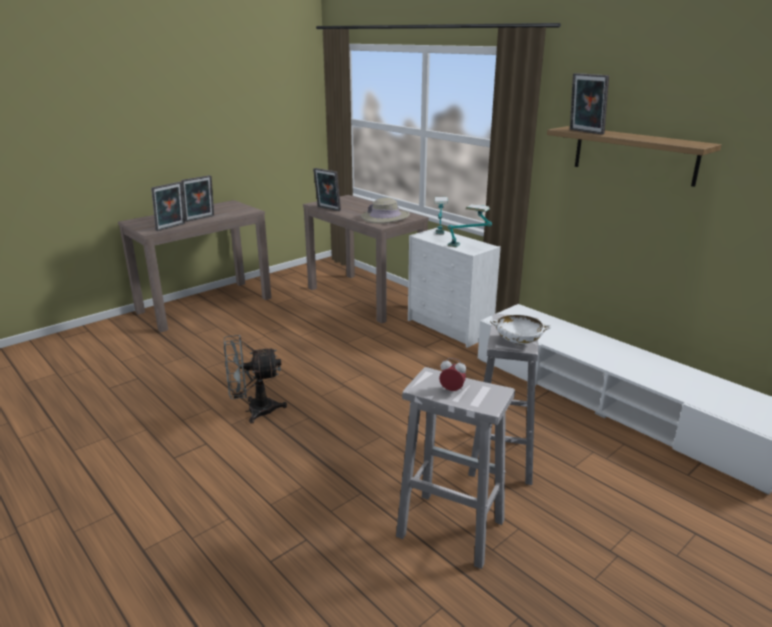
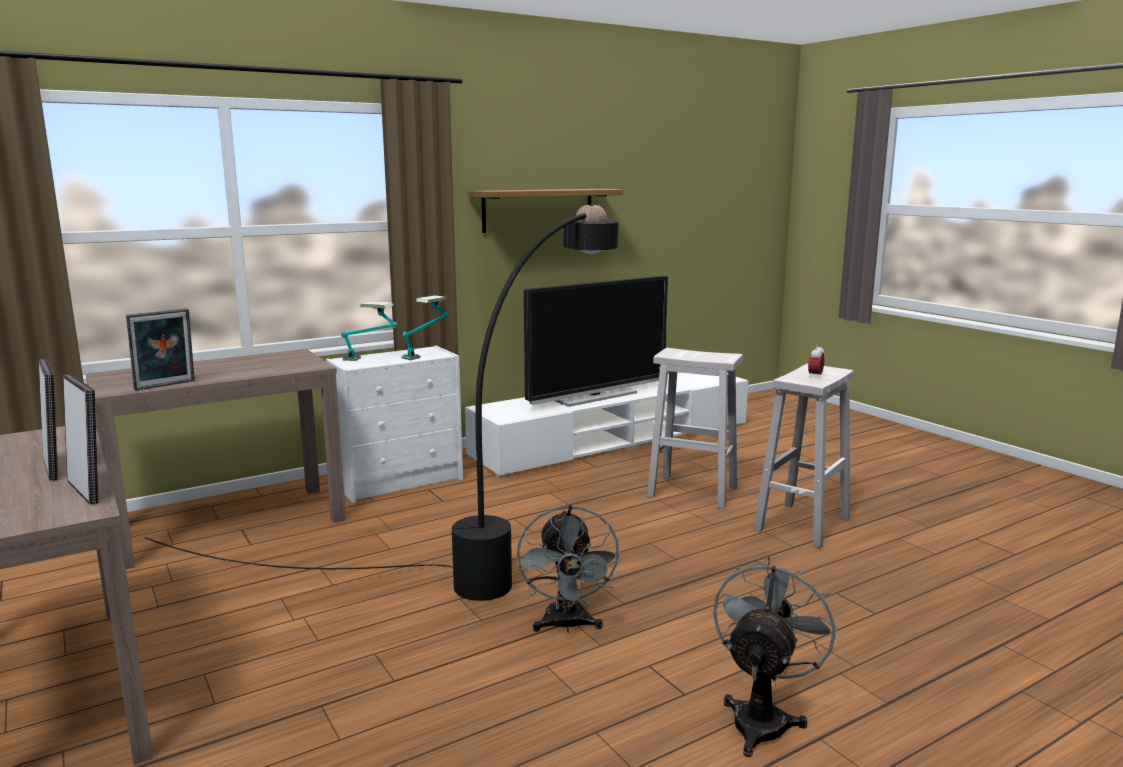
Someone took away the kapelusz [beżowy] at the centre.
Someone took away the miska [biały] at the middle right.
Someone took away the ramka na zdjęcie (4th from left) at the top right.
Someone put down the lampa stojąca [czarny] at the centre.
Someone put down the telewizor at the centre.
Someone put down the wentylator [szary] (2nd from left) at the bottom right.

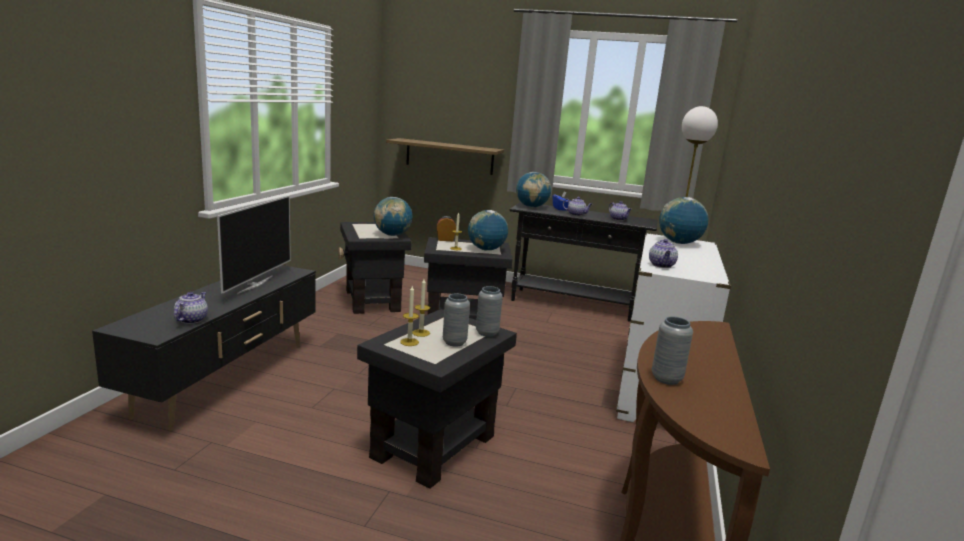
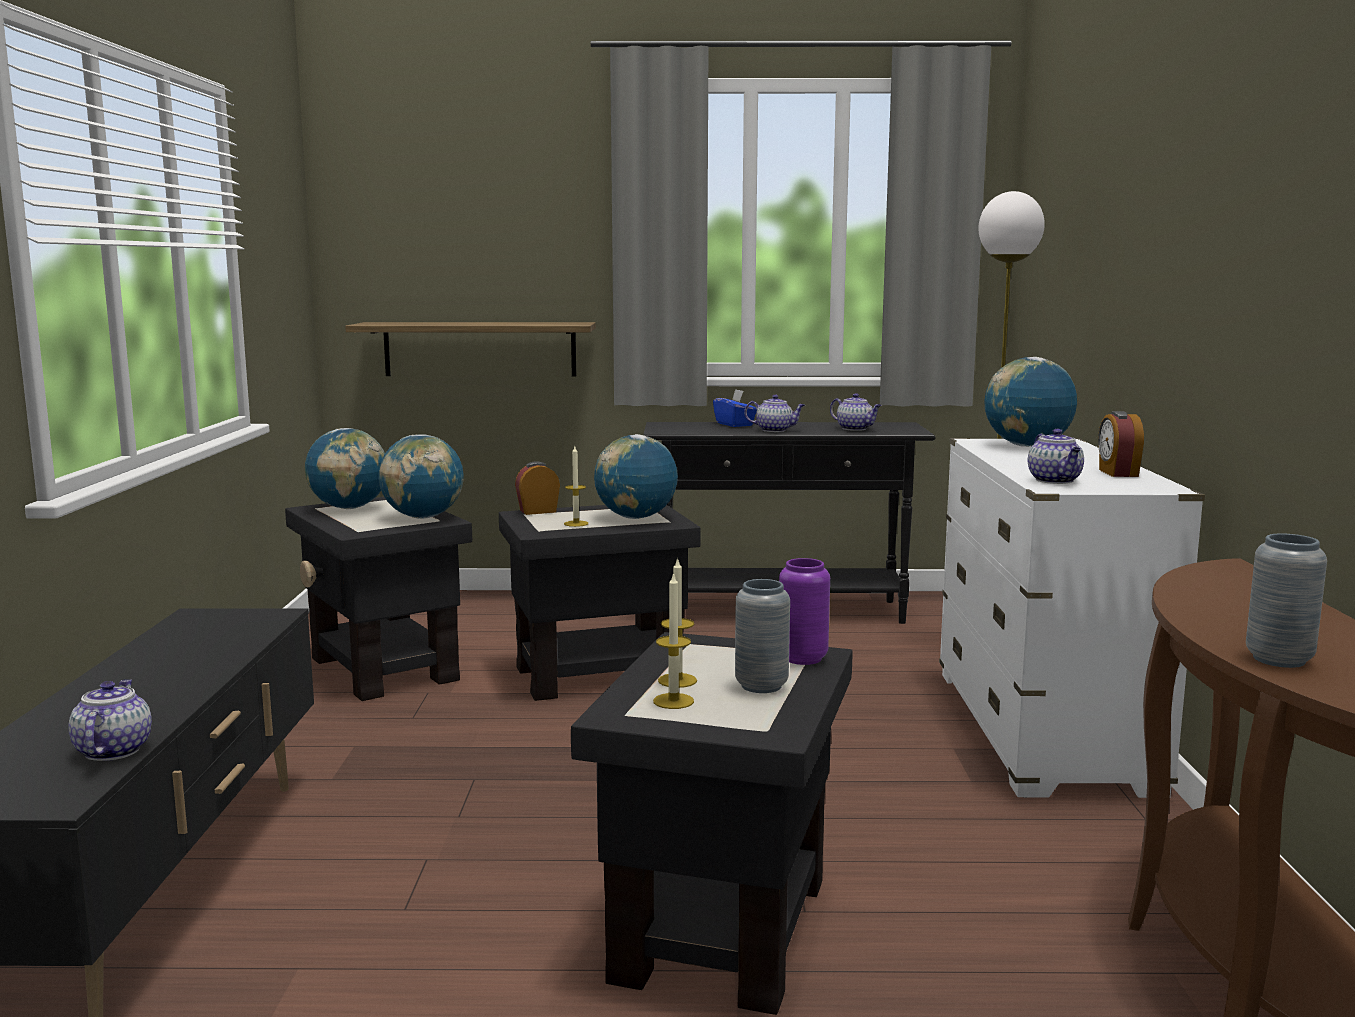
Someone took away the telewizor at the middle left.
Someone repainted the wazon [szary] (2nd from left) at the centre, which became the wazon [fioletowy] at the centre.
Someone carried the globus (3rd from left in the first image) from the centre to the middle left.
Someone put down the budzik (2nd from left) at the middle right.

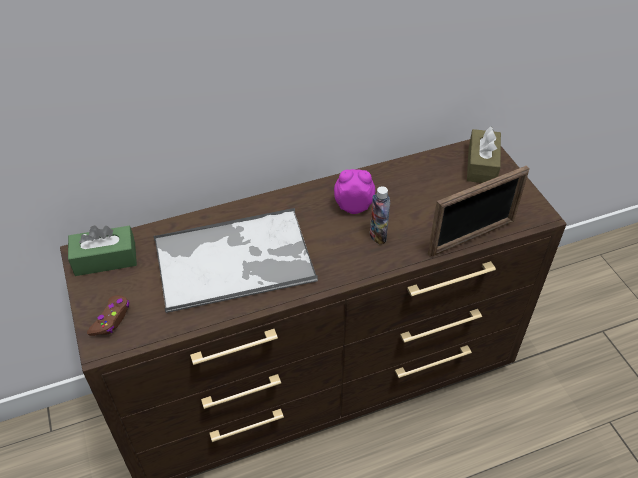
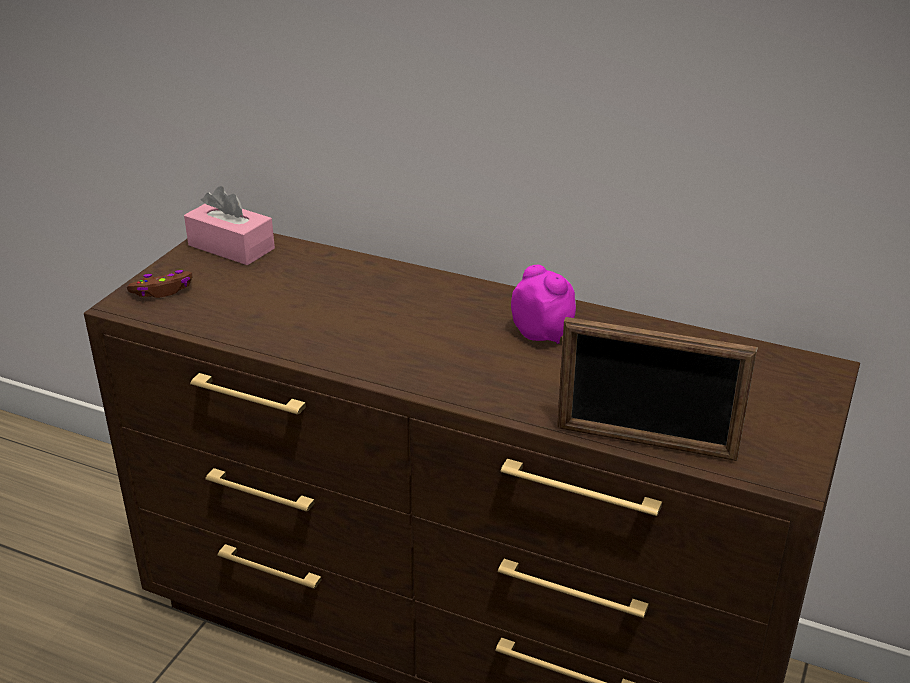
Someone repainted the pudełko chusteczek [zielony] at the middle left, which became the pudełko chusteczek [różowy] at the top left.
Someone took away the taca at the centre.
Someone took away the butelka at the centre.
Someone took away the pudełko chusteczek [brązowy] at the top right.

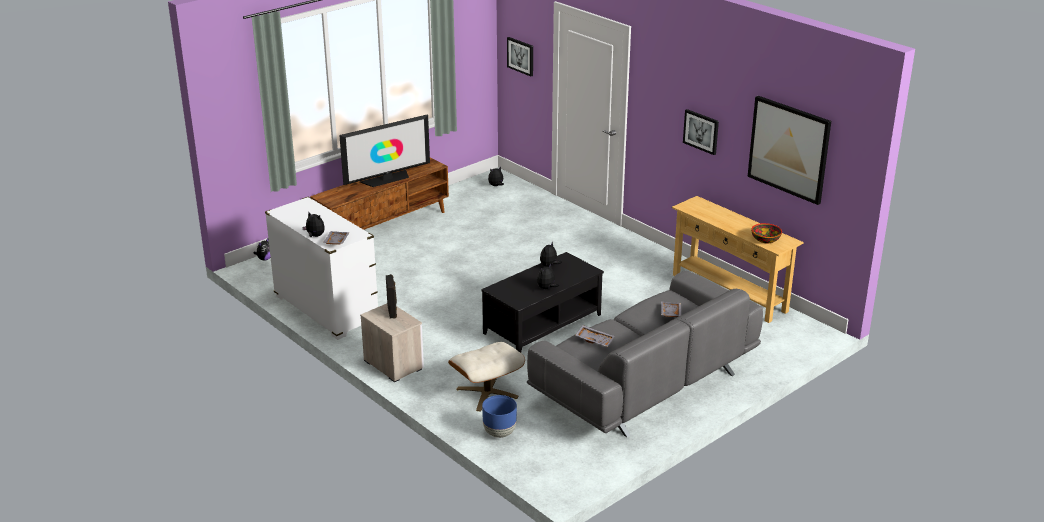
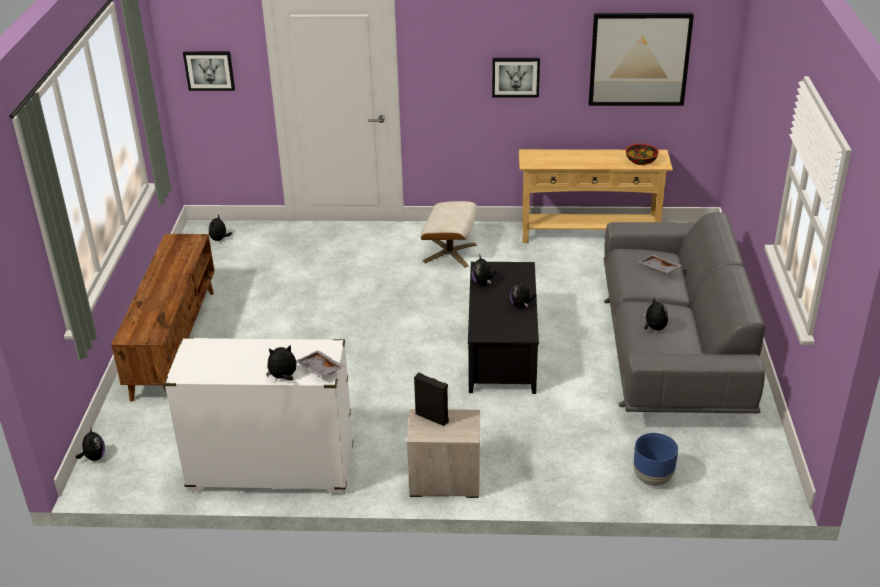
Someone took away the telewizor at the top centre.
Someone carried the pufa [beżowy] from the bottom centre to the centre.
Someone swapped the taca [szary] (2nd from left) at the centre for the pluszak (6th from left) at the middle right.

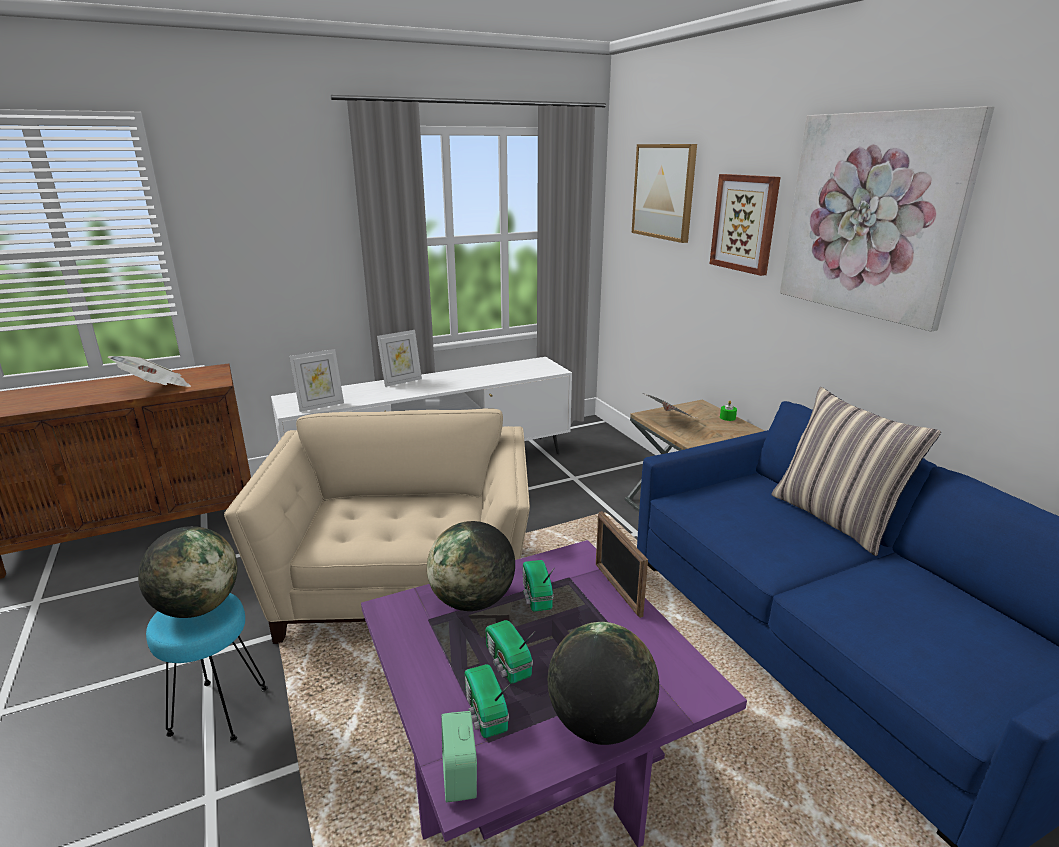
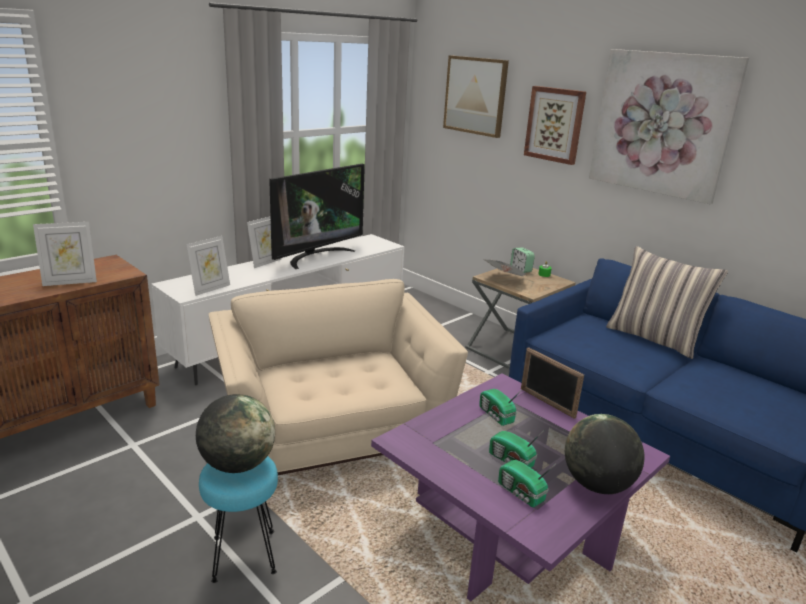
Someone swapped the gazeta (1st from left) at the middle left for the ramka na zdjęcie (1st from left) at the middle left.
Someone took away the globus (2nd from left) at the bottom centre.
Someone carried the budzik from the bottom centre to the centre.
Someone put down the telewizor at the centre.

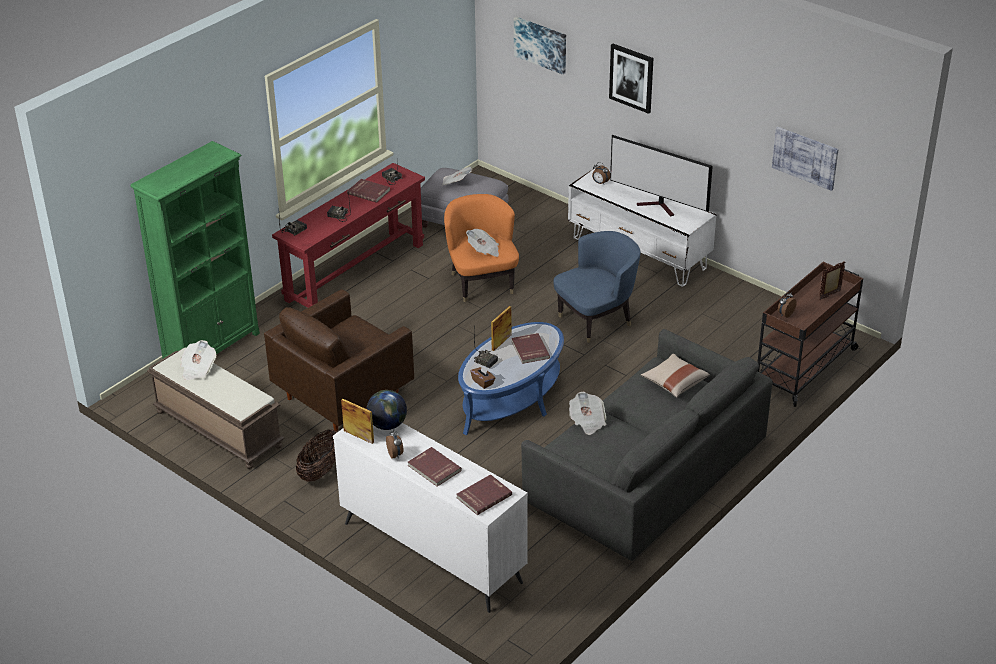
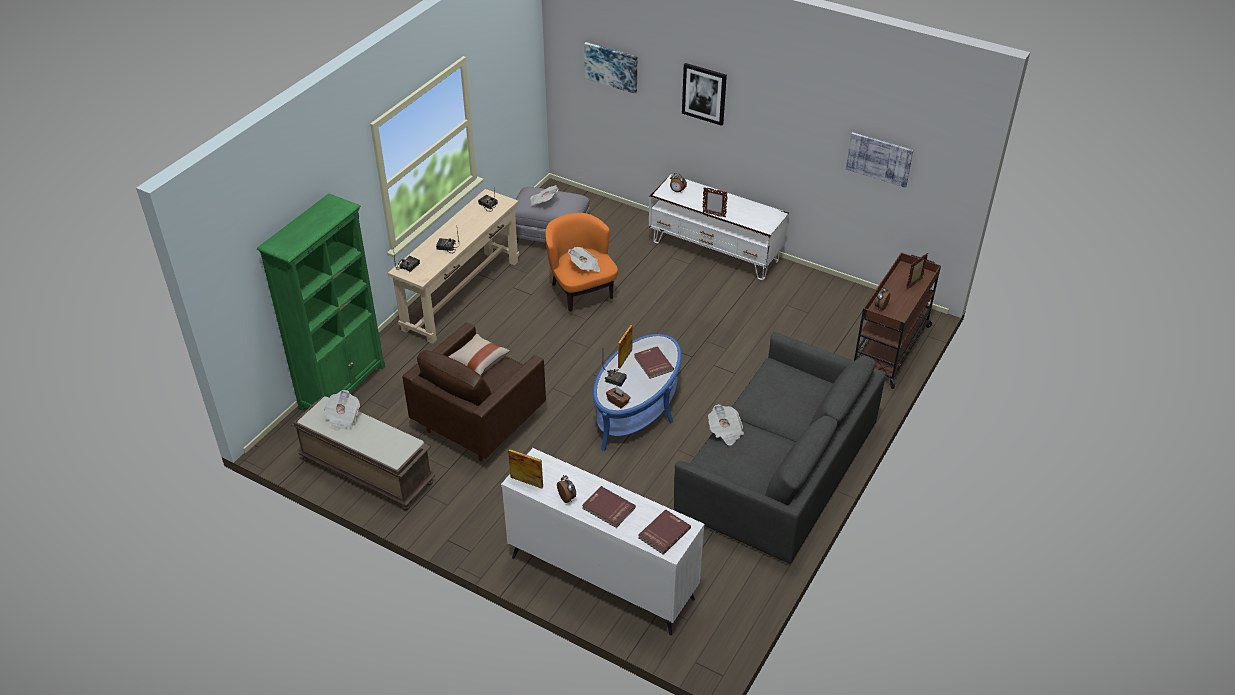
Someone repainted the stolik konsolowy [czerwony] at the centre, which became the stolik konsolowy [beżowy] at the centre.
Someone took away the koszyk at the bottom left.
Someone took away the książka [czerwony] (1st from left) at the top centre.
Someone took away the globus at the centre.
Someone took away the fotel [niebieski] at the centre.
Someone took away the telewizor at the top centre.
Someone carried the poduszka [beżowy] from the middle right to the centre.
Someone put down the ramka na zdjęcie (3rd from left) at the top centre.

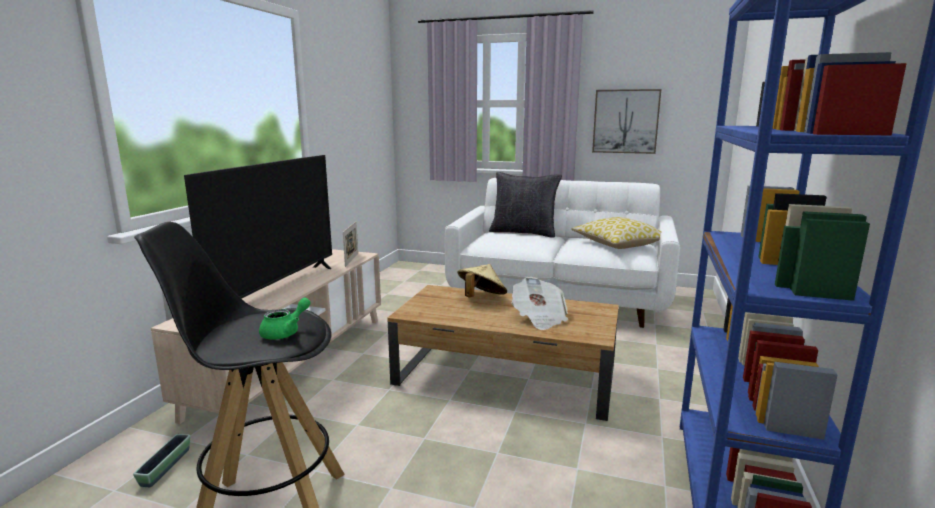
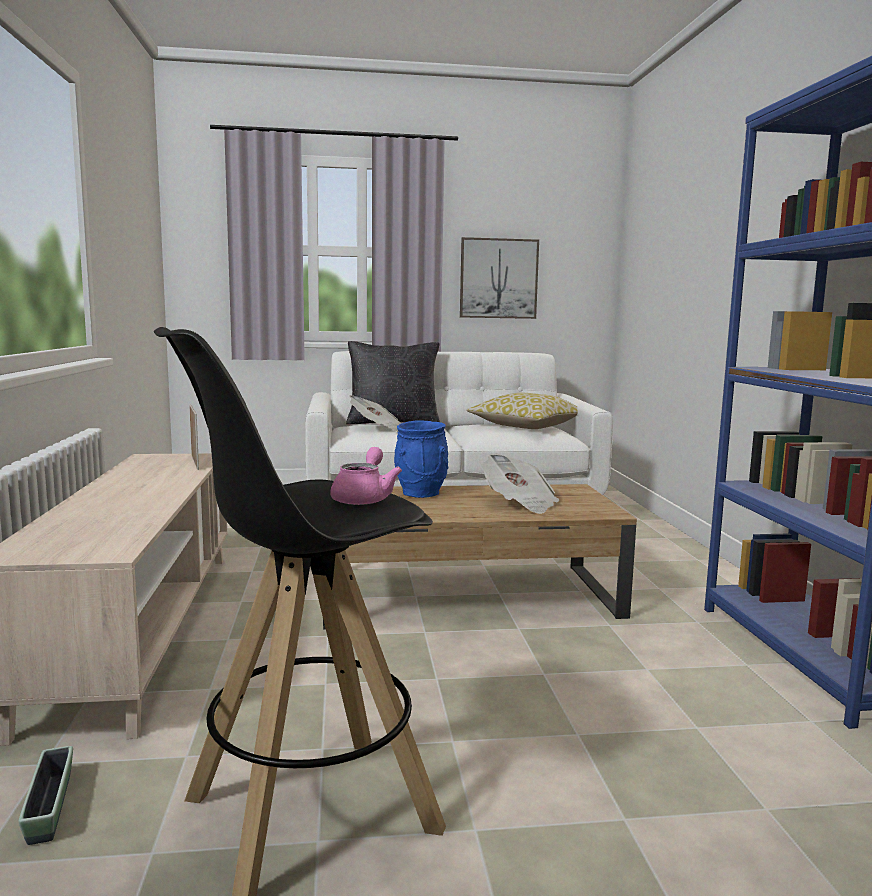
Someone took away the telewizor at the middle left.
Someone repainted the imbryk [zielony] at the middle left, which became the imbryk [różowy] at the centre.
Someone swapped the kapelusz [beżowy] at the centre for the wazon [niebieski] at the centre.
Someone put down the gazeta (1st from left) at the centre.

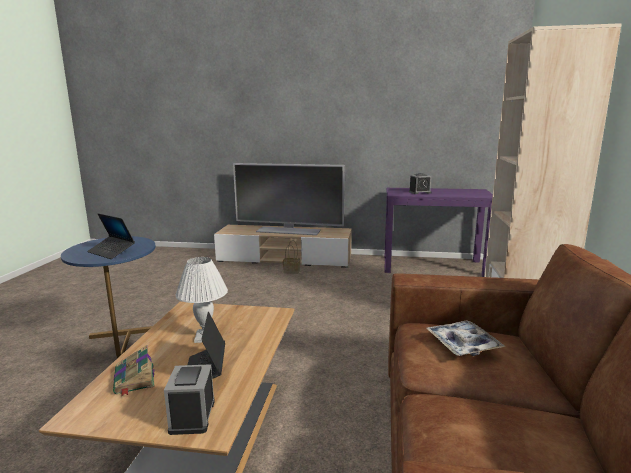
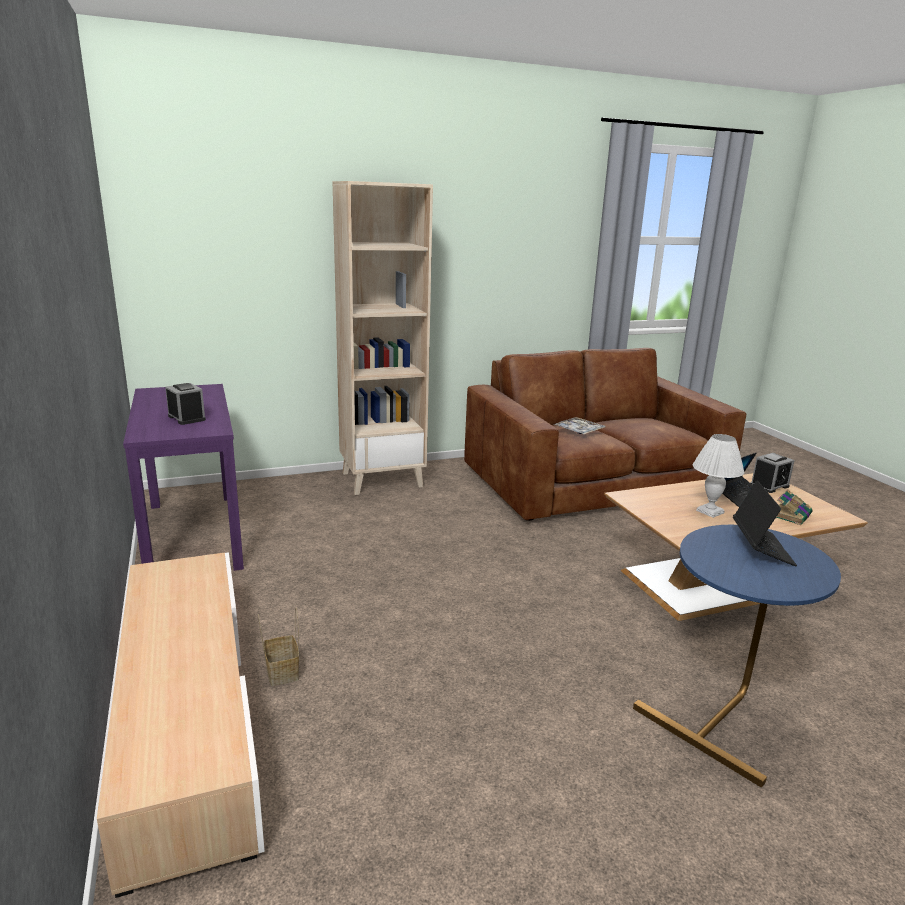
Someone took away the telewizor at the centre.

